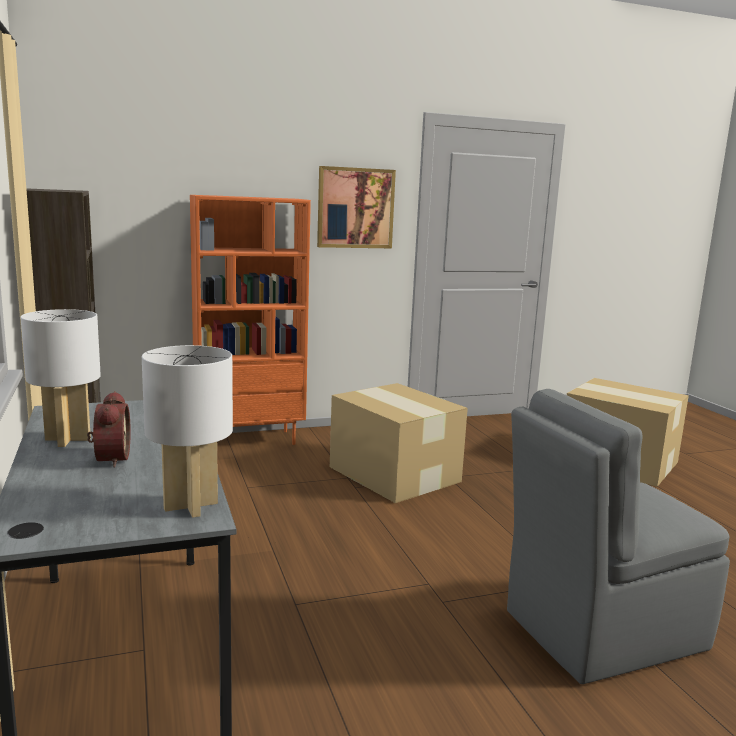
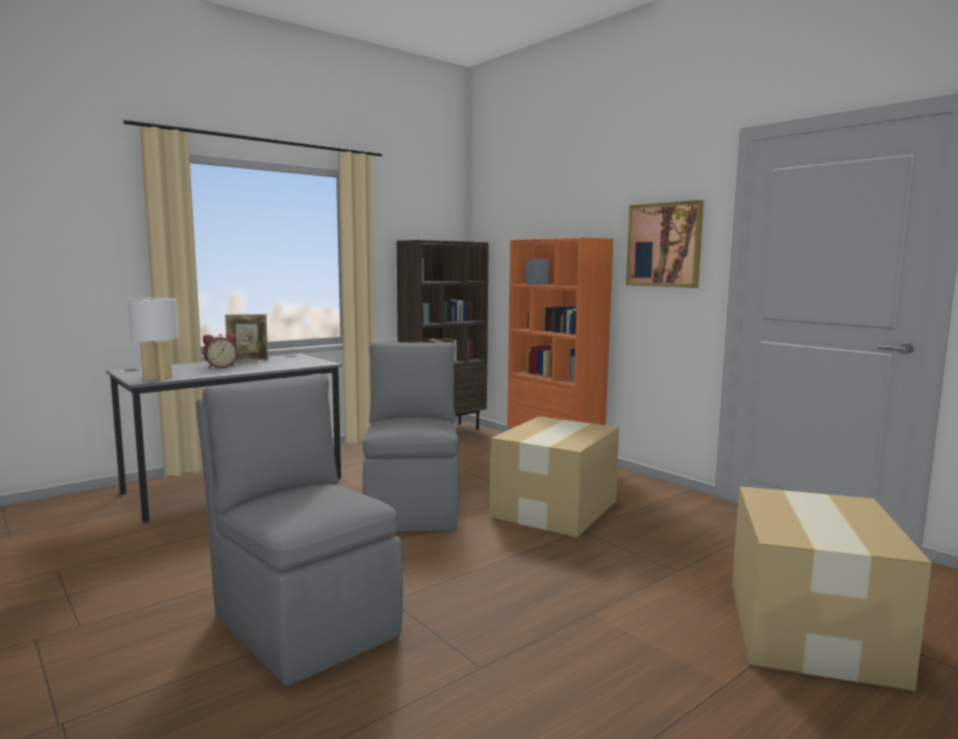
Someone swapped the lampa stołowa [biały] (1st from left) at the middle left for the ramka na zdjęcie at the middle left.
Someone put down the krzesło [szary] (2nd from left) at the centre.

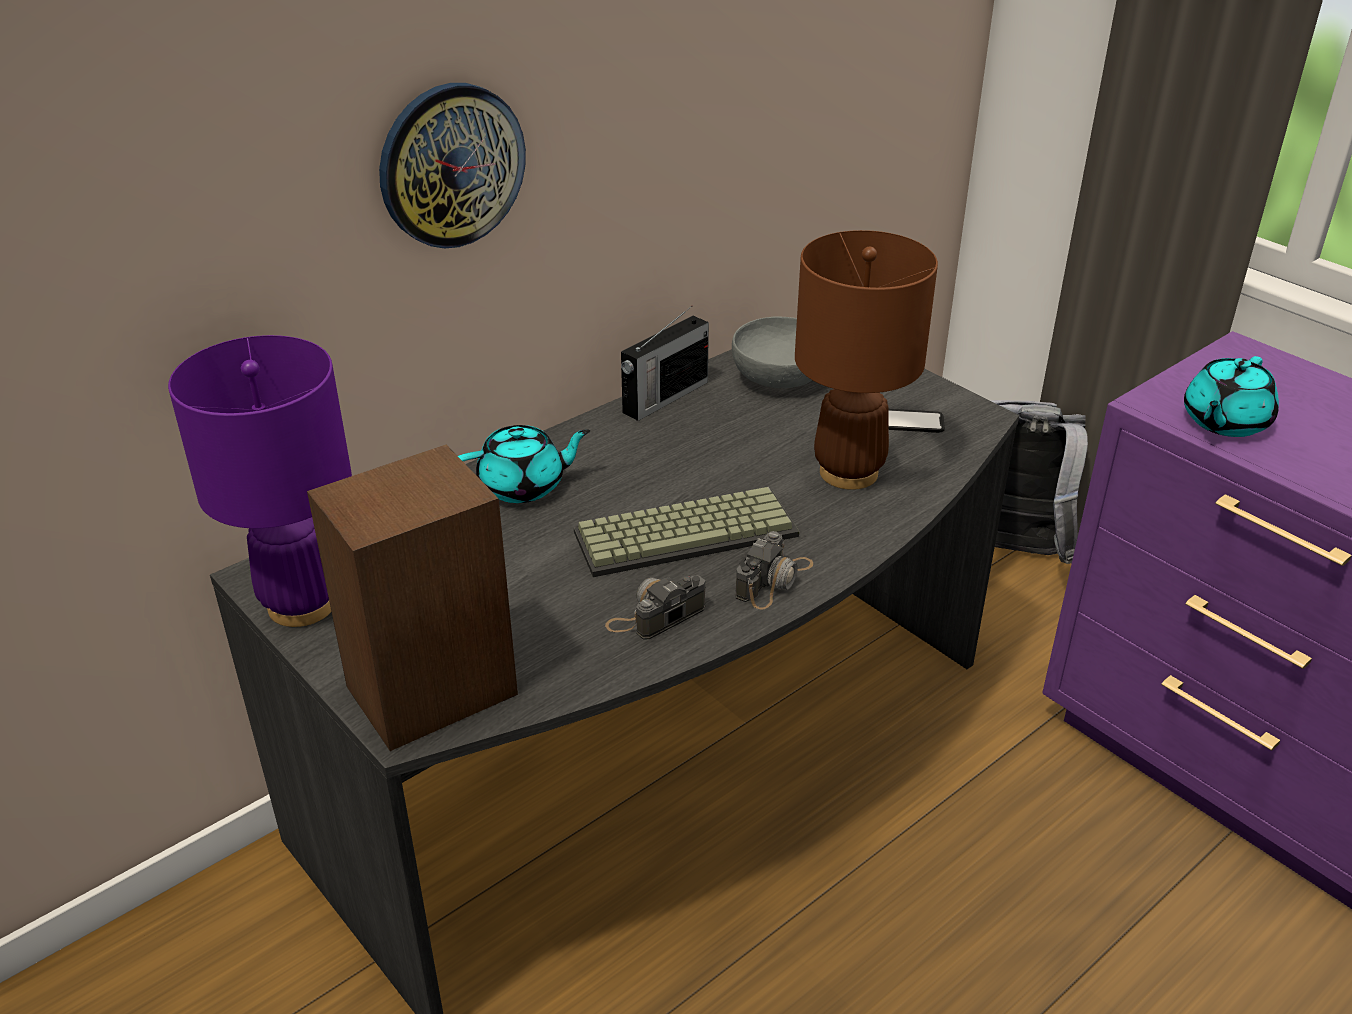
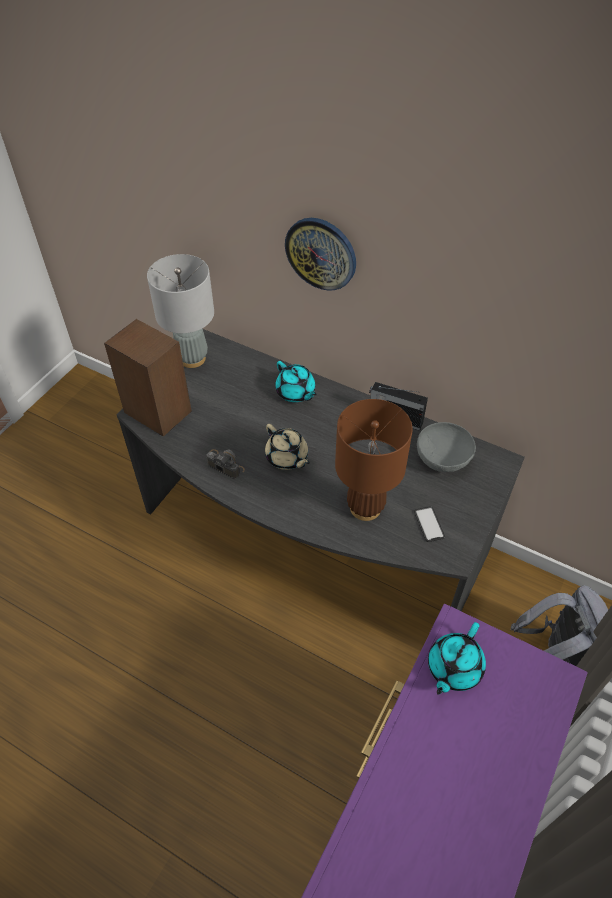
Someone repainted the lampa stołowa [fioletowy] at the middle left, which became the lampa stołowa [szary] at the middle left.
Someone swapped the klawiatura at the centre for the imbryk [beżowy] at the centre.
Someone took away the aparat fotograficzny (2nd from left) at the centre.
Someone rotated the imbryk [turkusowy] (2nd from left) at the middle right by 75 degrees counterclockwise.

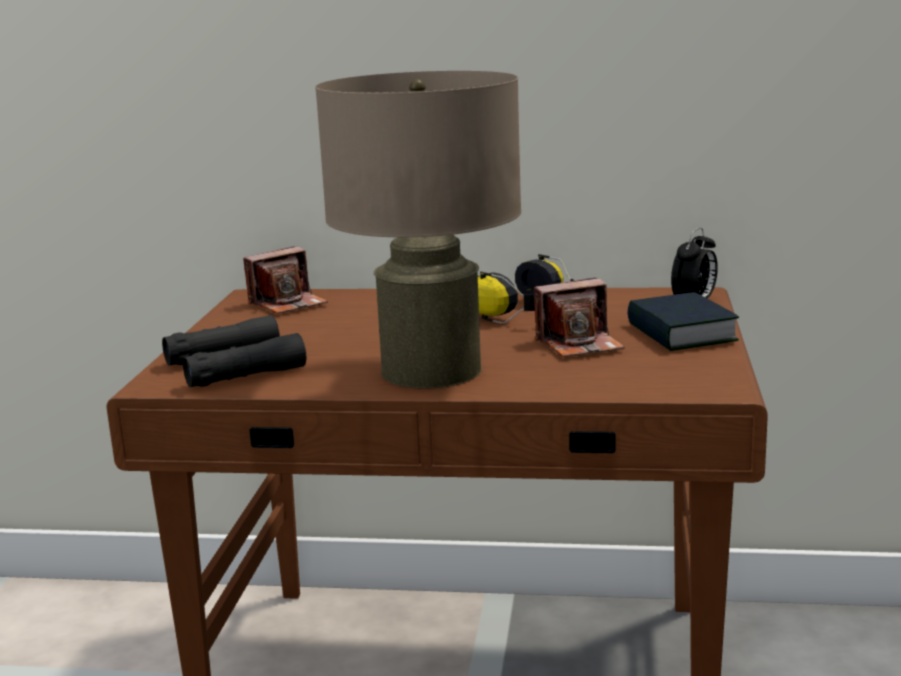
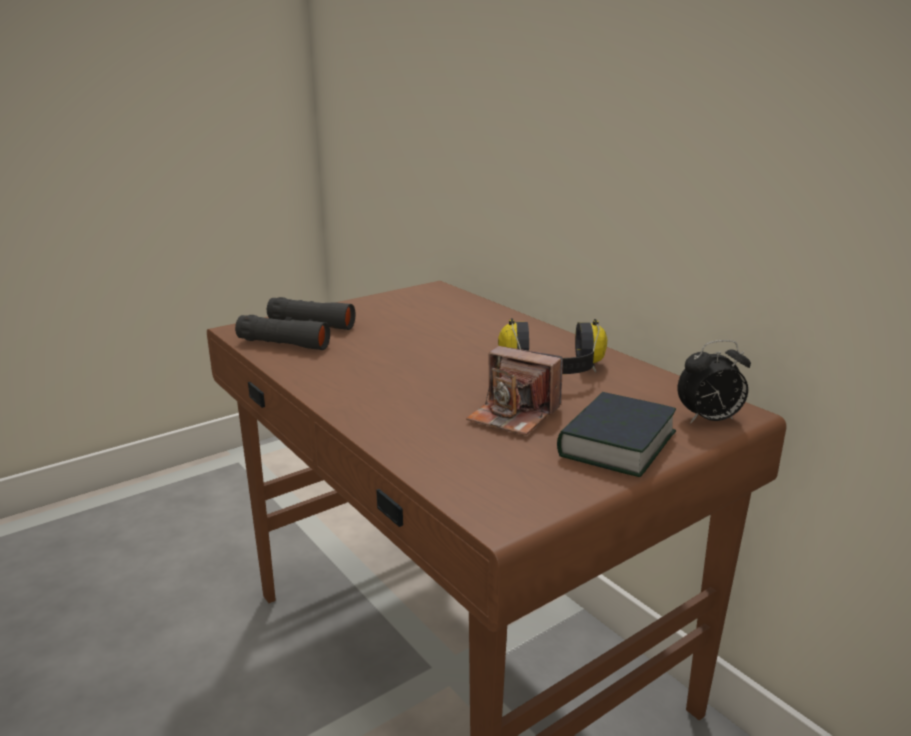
Someone took away the aparat fotograficzny (1st from left) at the middle left.
Someone took away the lampa stołowa [beżowy] at the centre.

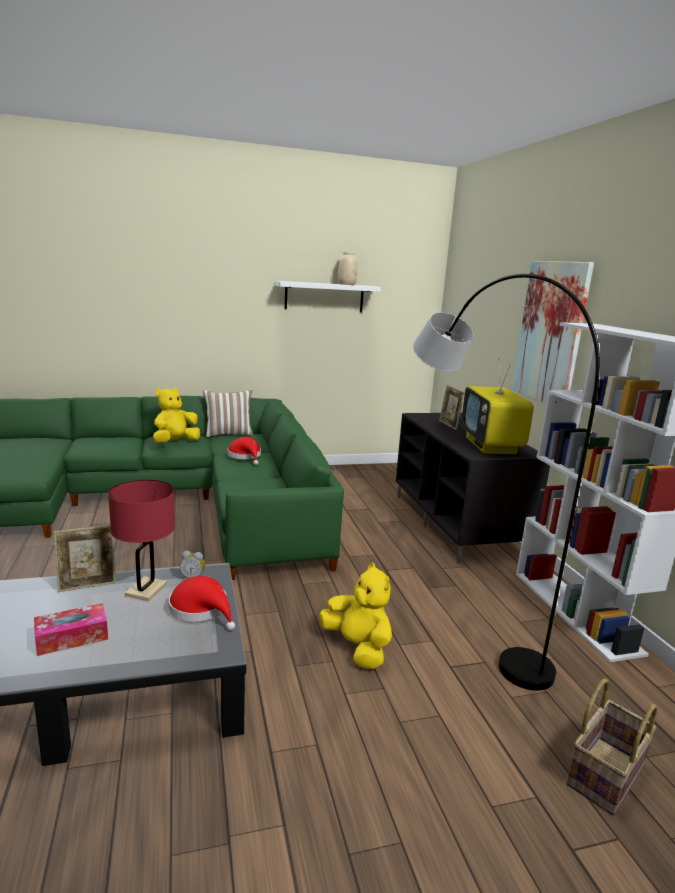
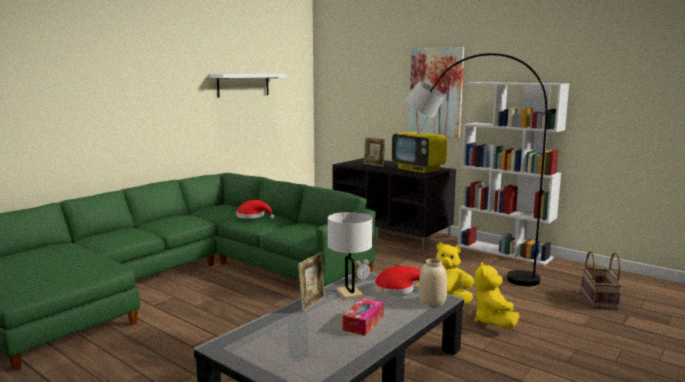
Someone repainted the lampa stołowa [czerwony] at the middle left, which became the lampa stołowa [biały] at the bottom centre.
Someone carried the pluszak [żółty] (1st from left in the first image) from the middle left to the bottom right.
Someone took away the poduszka at the centre.
Someone carried the wazon [beżowy] from the top centre to the bottom centre.

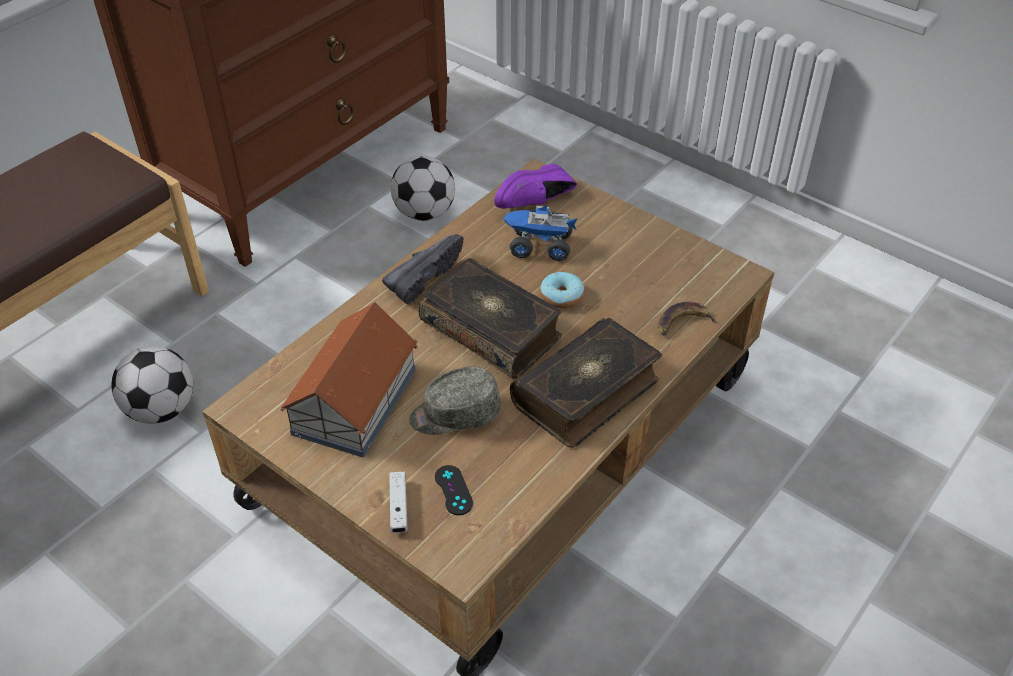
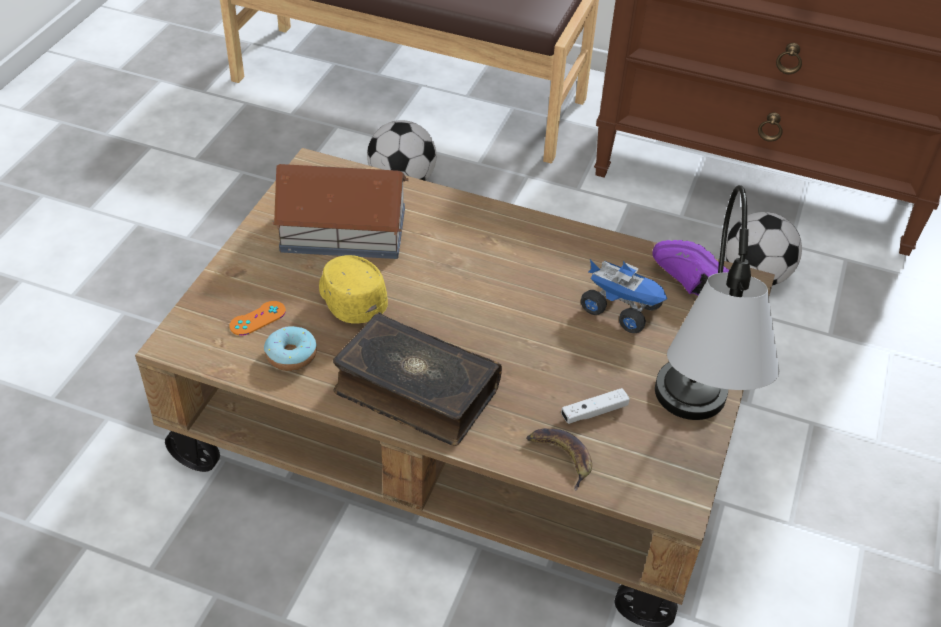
Someone took away the but [czarny] at the centre.
Someone carried the pad do gier [biały] from the bottom centre to the centre.
Someone repainted the czapka z daszkiem [szary] at the centre, which became the czapka z daszkiem [żółty] at the centre.
Someone took away the książka (1st from left) at the centre.
Someone repainted the pad do gier [czarny] at the bottom centre, which became the pad do gier [pomarańczowy] at the middle left.
Someone rotated the ciężarówka zabawkowa at the centre by 135 degrees clockwise.
Someone carried the donut from the centre to the middle left.
Someone put down the lampa stołowa at the middle right.

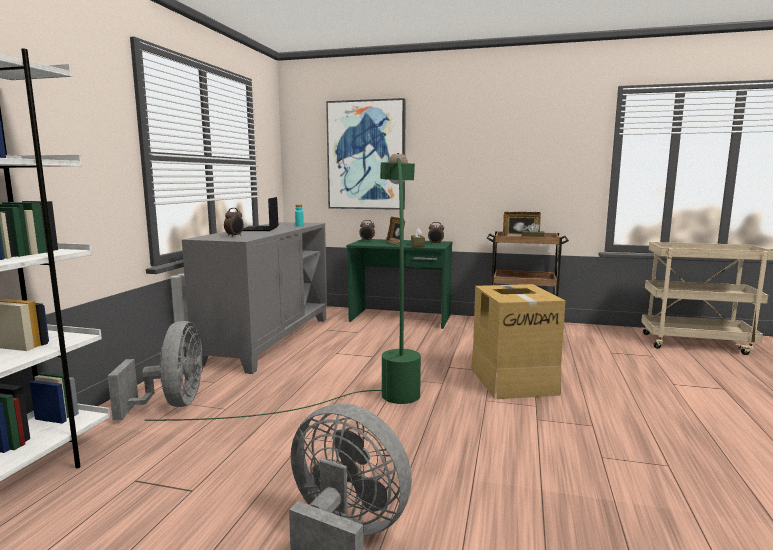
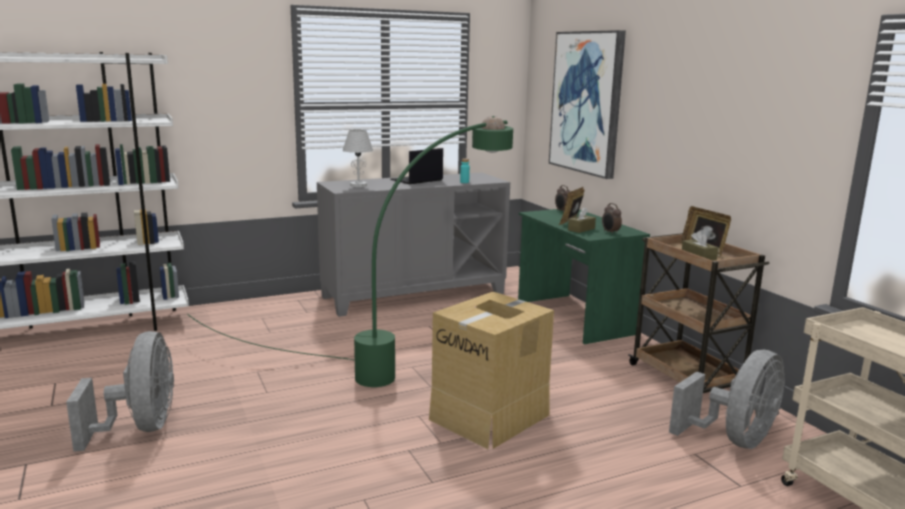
Someone carried the wentylator [szary] (1st from left in the first image) from the bottom left to the bottom right.
Someone swapped the budzik (1st from left) at the middle left for the lampa stołowa [biały] at the top centre.

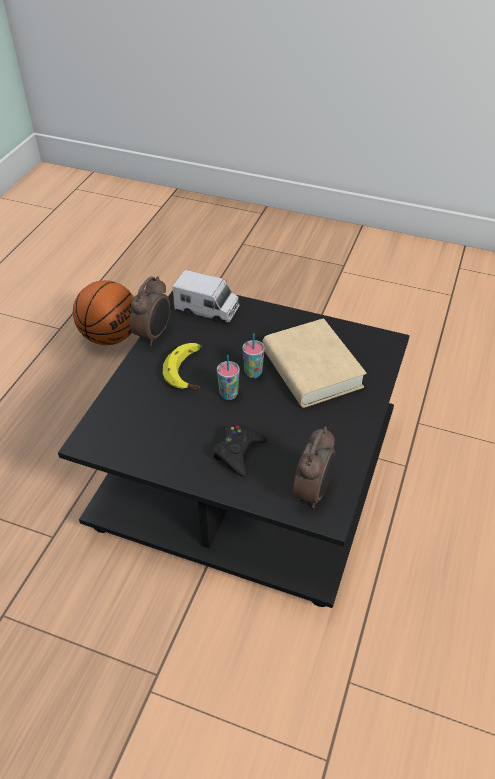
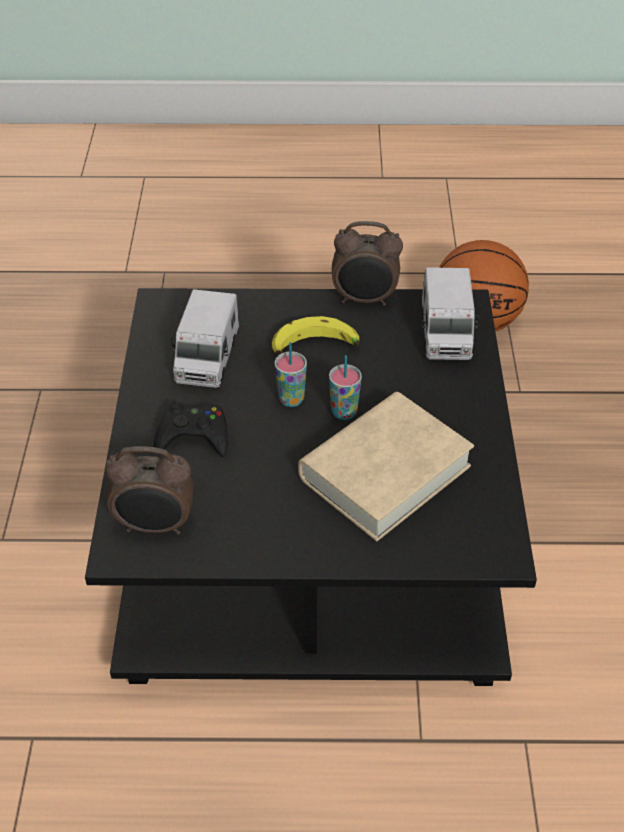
Someone put down the ciężarówka zabawkowa (1st from left) at the middle left.

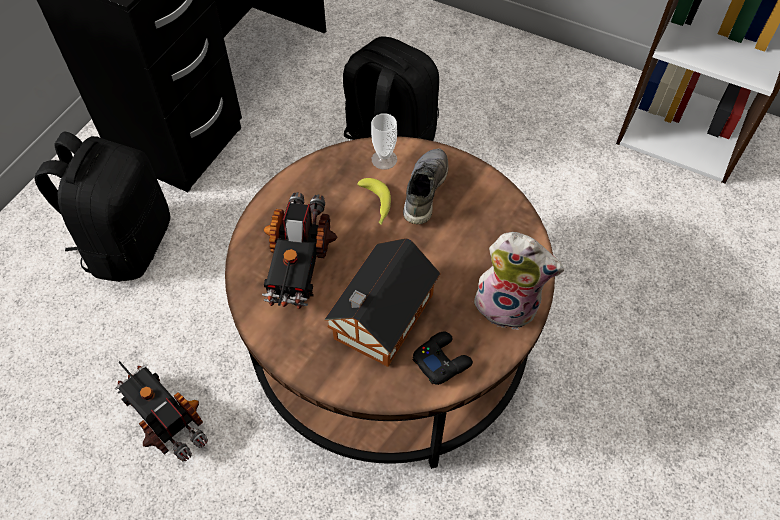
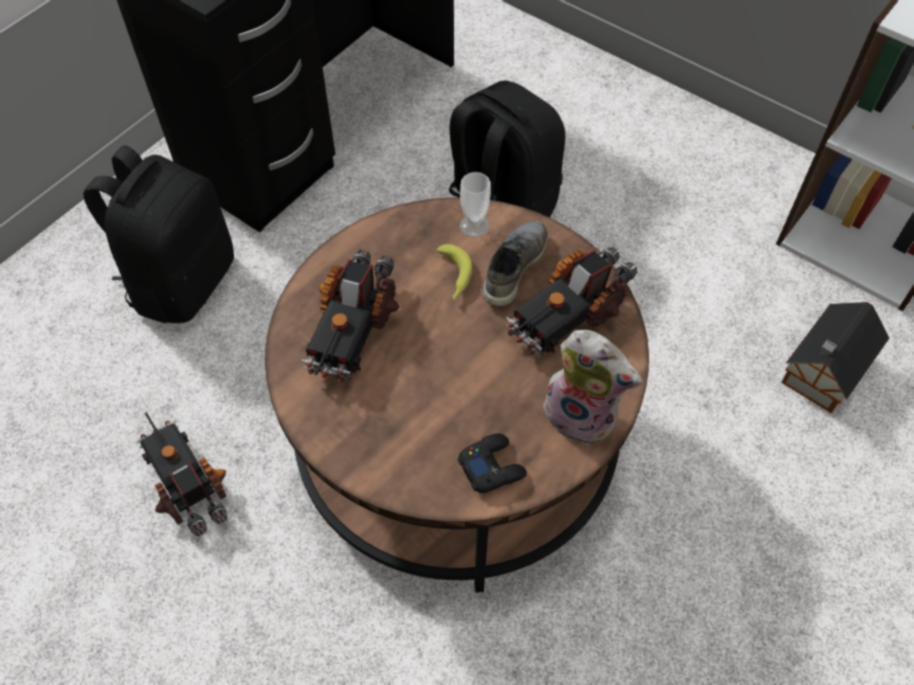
Someone carried the domek from the centre to the middle right.
Someone put down the ciężarówka zabawkowa (3rd from left) at the centre.

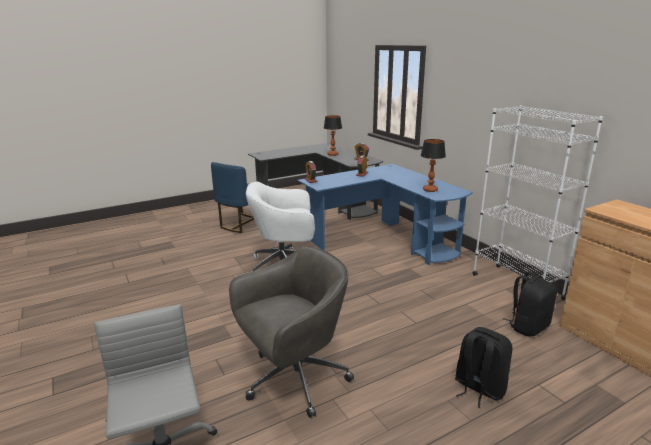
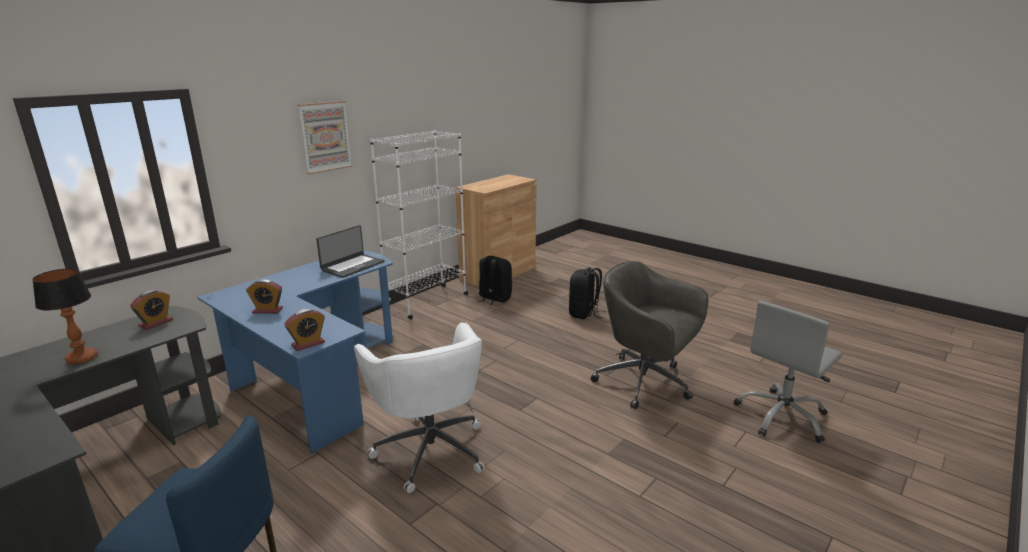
Someone swapped the lampa stołowa (2nd from left) at the centre for the laptop at the centre.
Someone put up the obraz at the top left.

